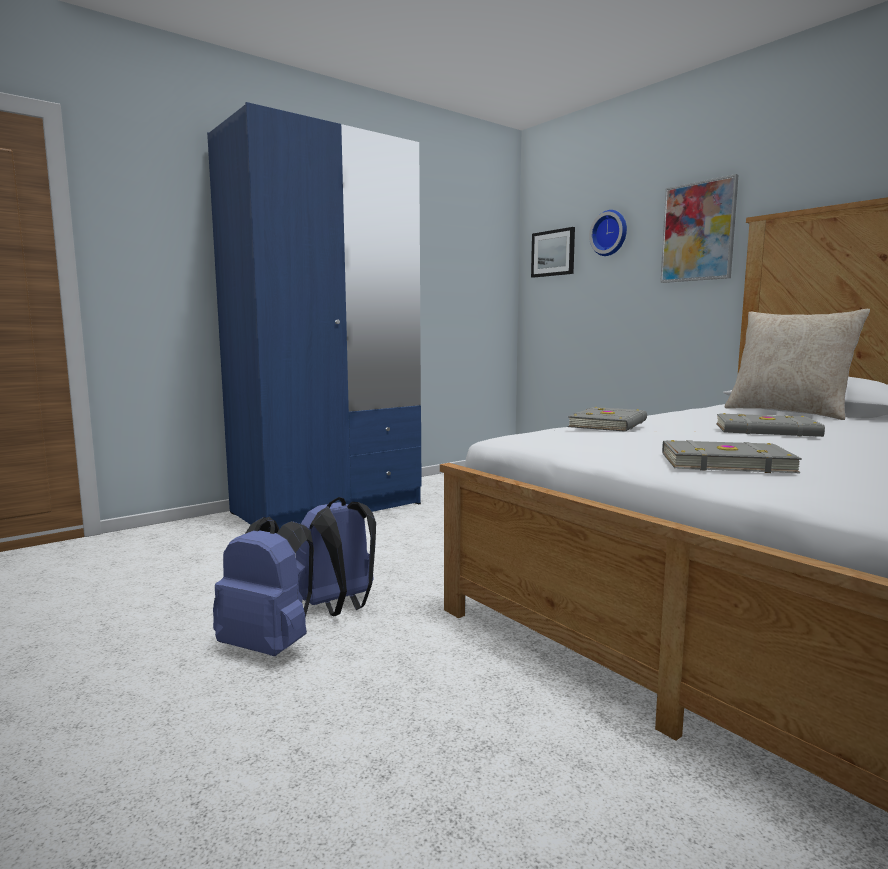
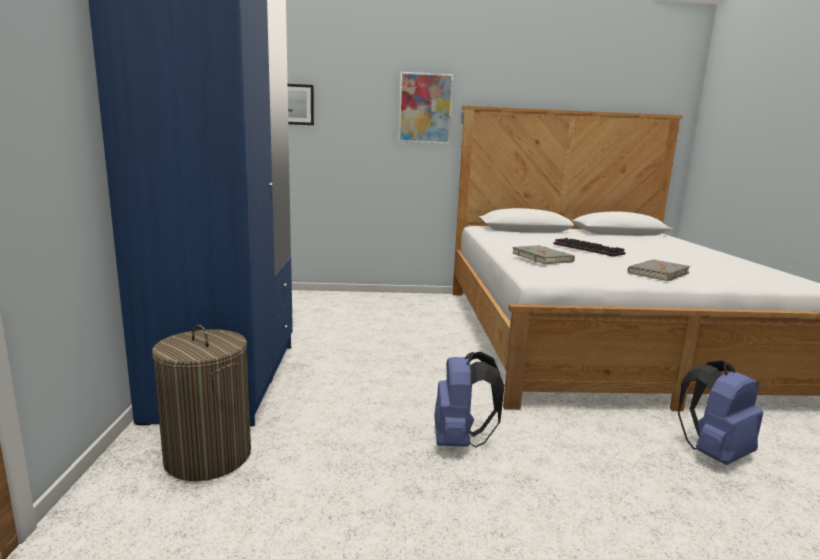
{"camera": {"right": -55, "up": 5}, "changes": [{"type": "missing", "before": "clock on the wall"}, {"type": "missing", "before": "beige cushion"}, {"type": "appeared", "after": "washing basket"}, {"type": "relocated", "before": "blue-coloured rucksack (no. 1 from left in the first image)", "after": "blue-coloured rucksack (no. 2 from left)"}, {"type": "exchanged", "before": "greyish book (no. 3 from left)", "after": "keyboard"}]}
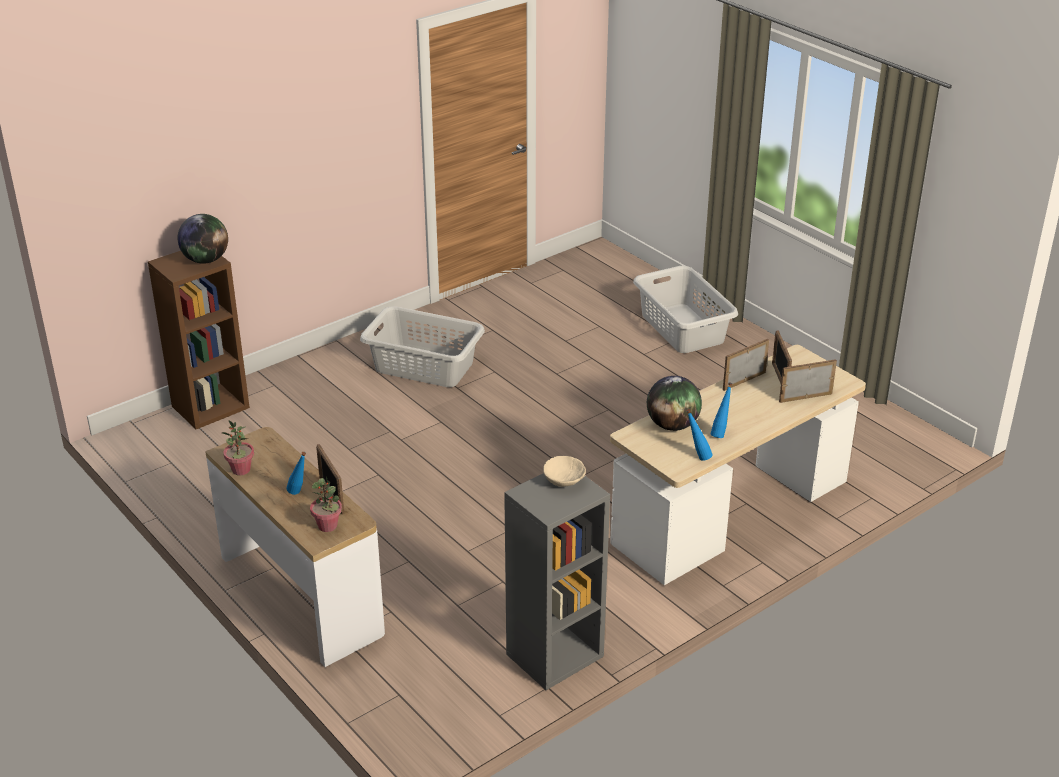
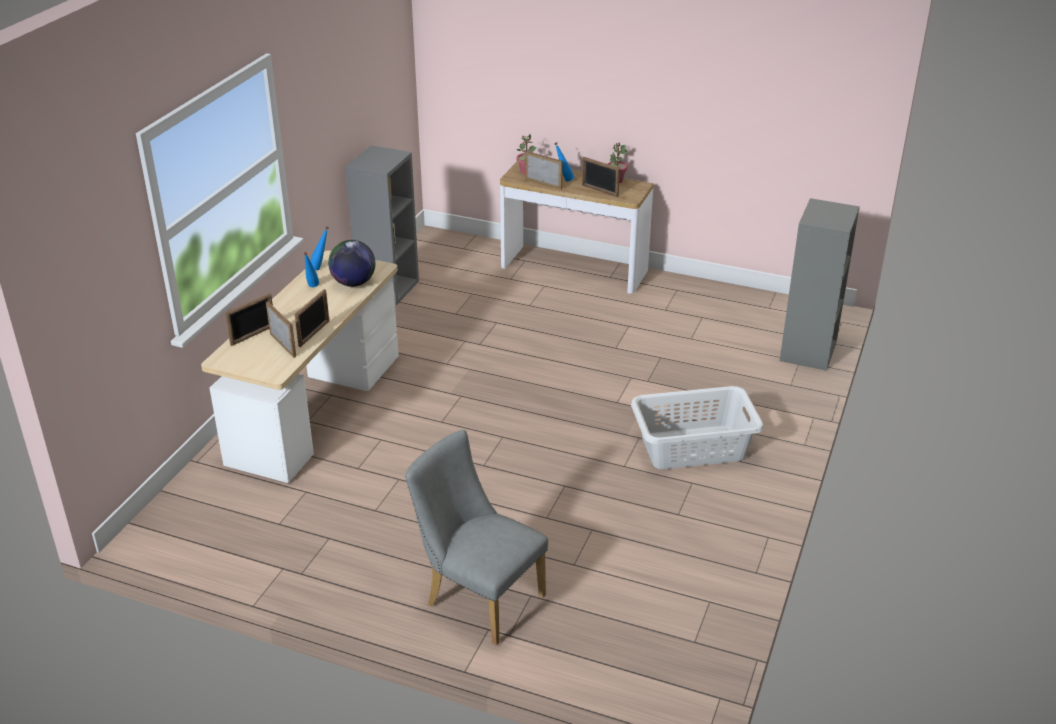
{"camera": {"right": 150, "up": 0}, "changes": [{"type": "missing", "before": "globe (no. 1 from left)"}, {"type": "missing", "before": "beige bowl"}, {"type": "appeared", "after": "standing frame (no. 5 from left)"}, {"type": "exchanged", "before": "greyish washing basket (no. 2 from left)", "after": "greyish upright chair"}, {"type": "colour", "before": "brownish bookshelf", "after": "greyish bookshelf (no. 2 from left)"}]}
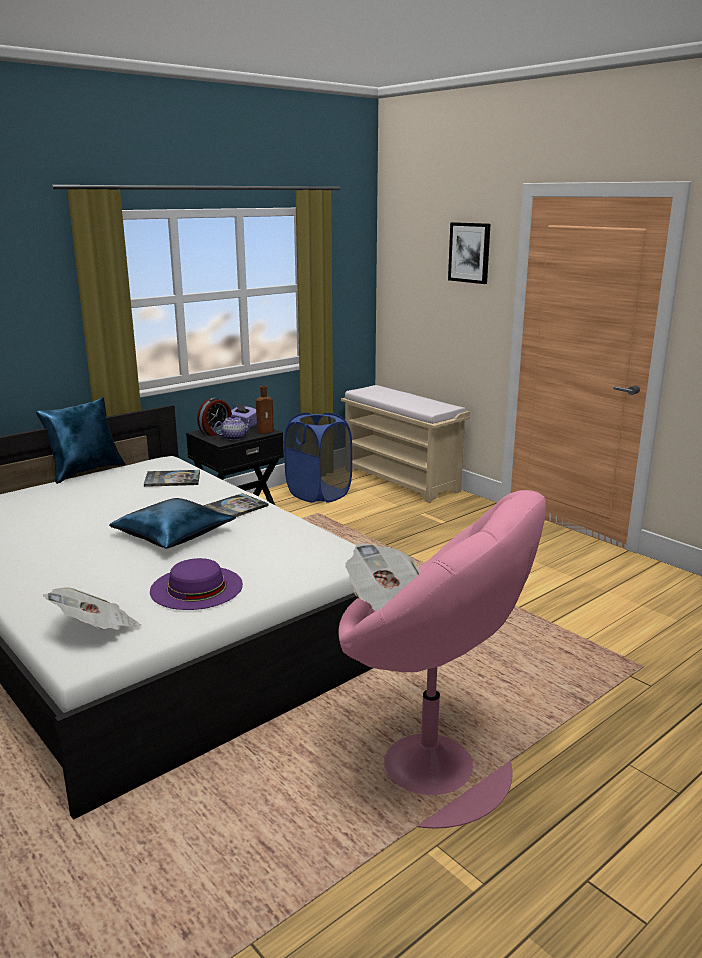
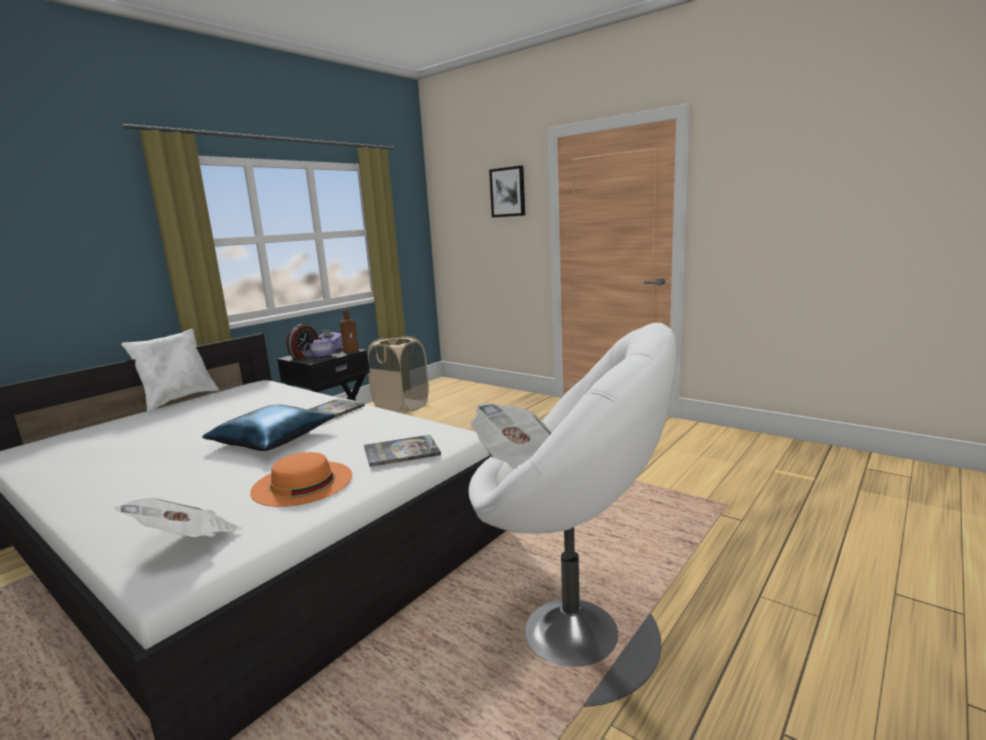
{"camera": {"right": -10, "up": -5}, "changes": [{"type": "missing", "before": "beige bench"}, {"type": "relocated", "before": "book (no. 1 from left in the first image)", "after": "book (no. 2 from left)"}, {"type": "colour", "before": "blue-coloured cushion (no. 1 from left)", "after": "white-coloured cushion"}, {"type": "colour", "before": "purplish wearable hat", "after": "orange wearable hat"}, {"type": "colour", "before": "blue-coloured washing basket", "after": "beige washing basket"}, {"type": "colour", "before": "pink-coloured armchair", "after": "white-coloured armchair"}]}
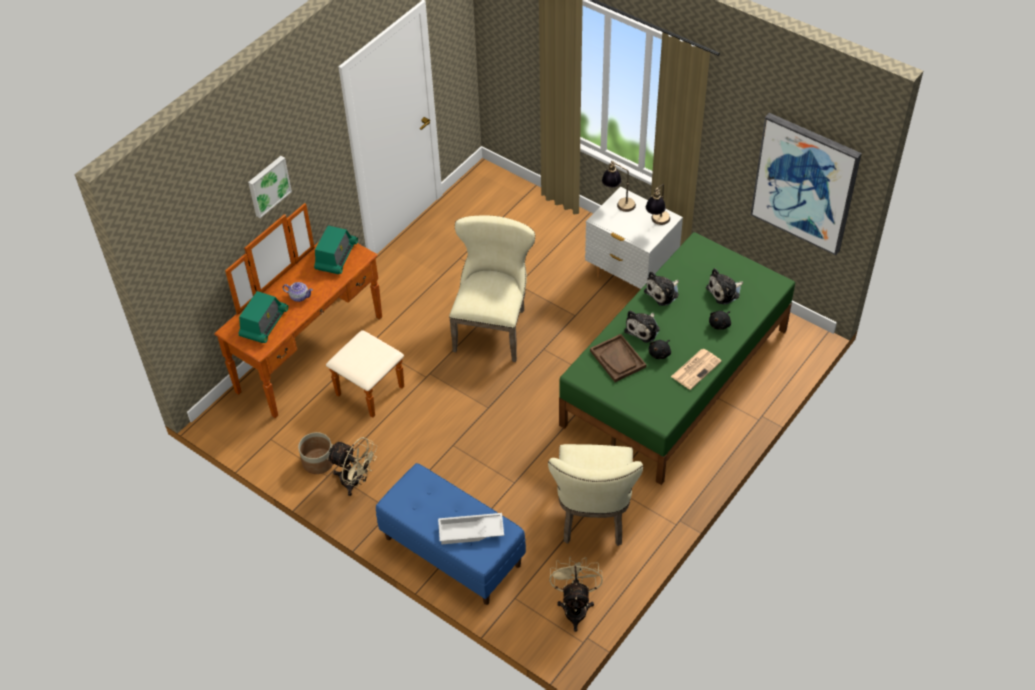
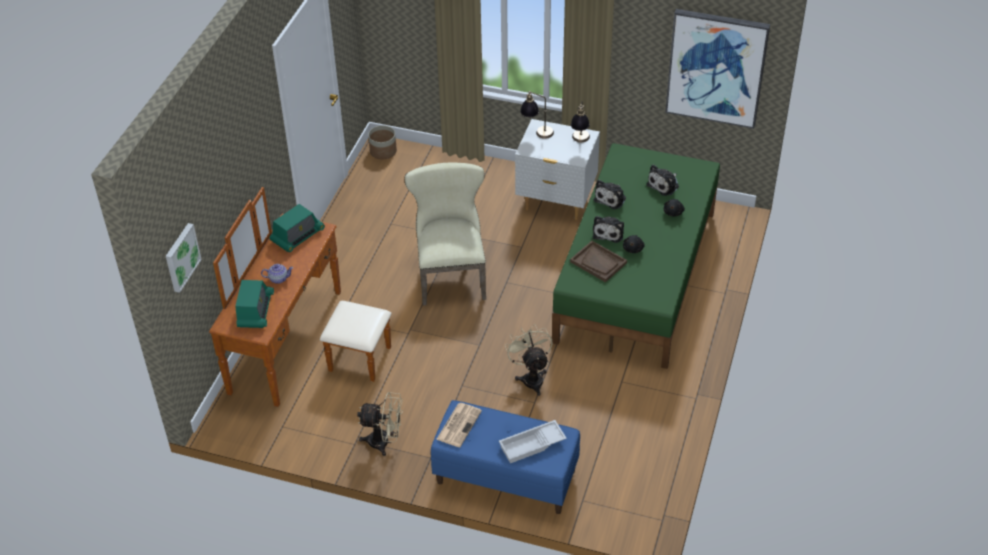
{"camera": {"right": -20, "up": -5}, "changes": [{"type": "missing", "before": "beige upright chair (no. 2 from left)"}, {"type": "relocated", "before": "picture (no. 1 from left)"}, {"type": "relocated", "before": "plant pot"}, {"type": "relocated", "before": "beige fan (no. 2 from left)"}, {"type": "relocated", "before": "daily paper"}, {"type": "spun", "before": "radio set (no. 2 from left)", "turn": 45}]}
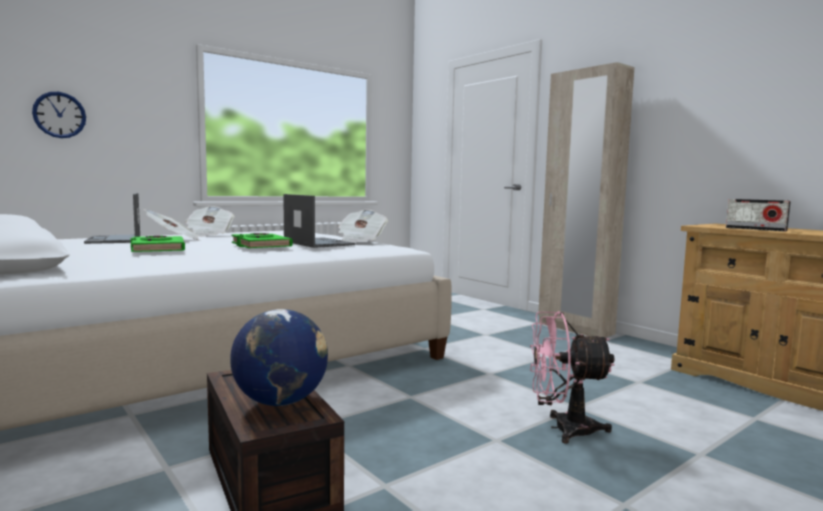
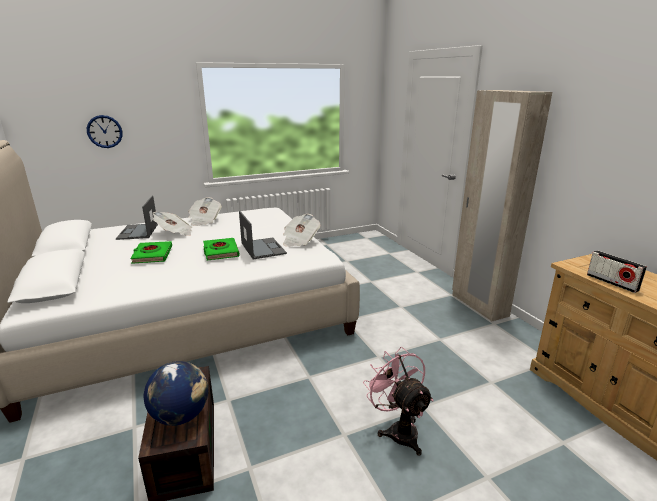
{"camera": {"right": 15, "up": 15}, "changes": [{"type": "spun", "before": "pink-coloured fan", "turn": 45}]}
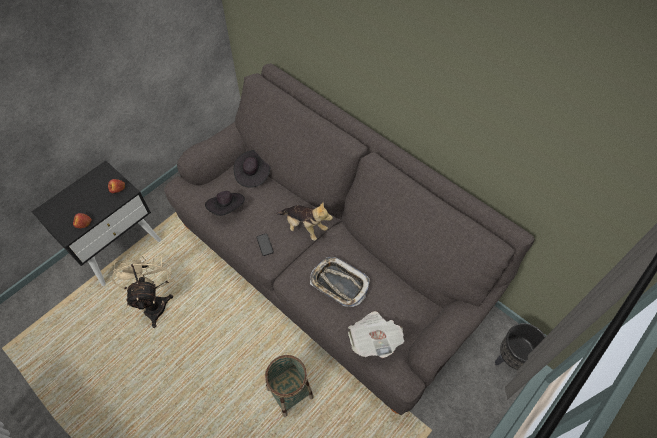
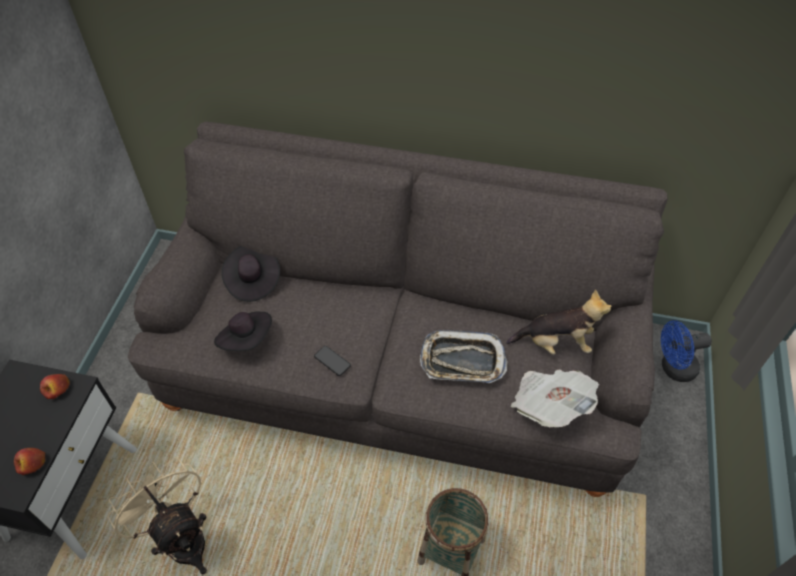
{"camera": {"right": -30, "up": -5}, "changes": [{"type": "relocated", "before": "soft toy"}, {"type": "exchanged", "before": "black-coloured plant pot", "after": "blue-coloured fan"}]}
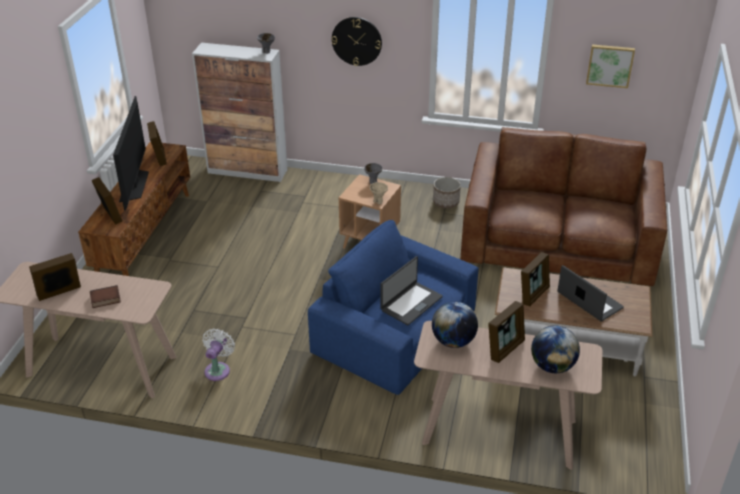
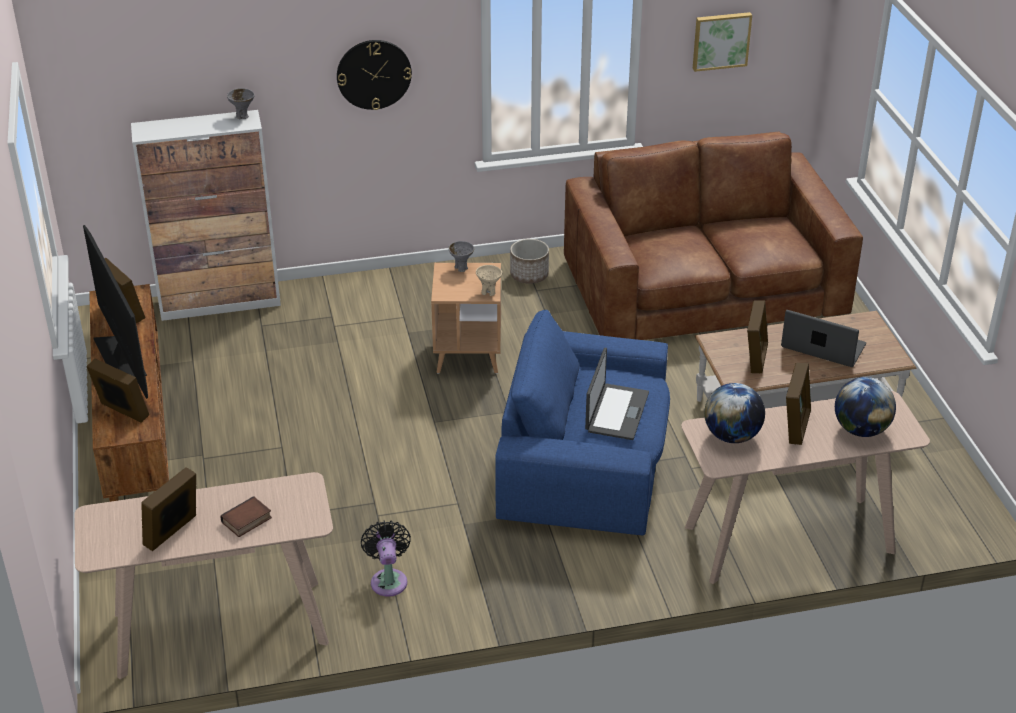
{"camera": {"right": -25, "up": 0}, "changes": [{"type": "colour", "before": "white-coloured fan", "after": "black-coloured fan"}]}
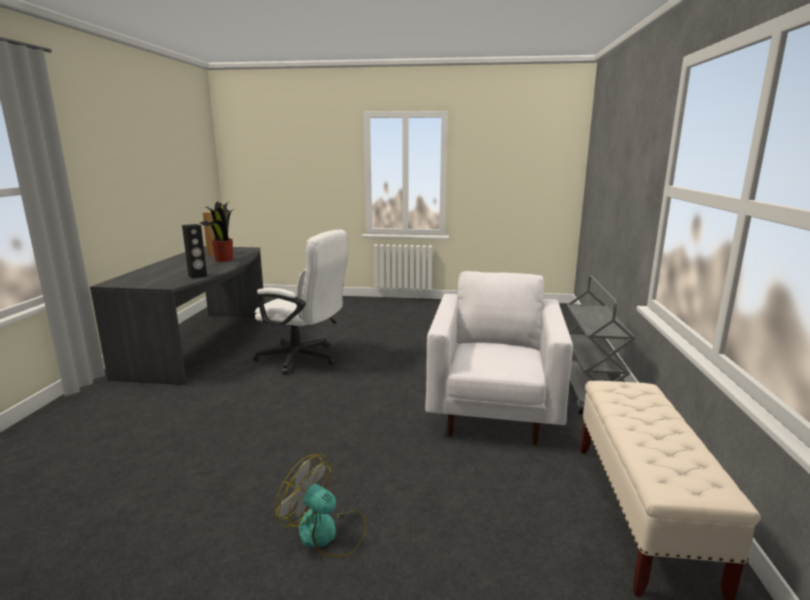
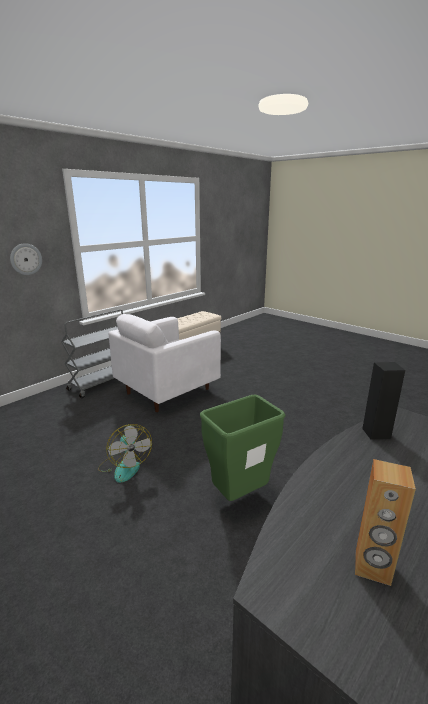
{"camera": {"right": -145, "up": 5}, "changes": [{"type": "missing", "before": "potted plant"}, {"type": "appeared", "after": "clock on the wall"}, {"type": "relocated", "before": "fan"}, {"type": "exchanged", "before": "white-coloured office chair", "after": "green waste bin"}]}
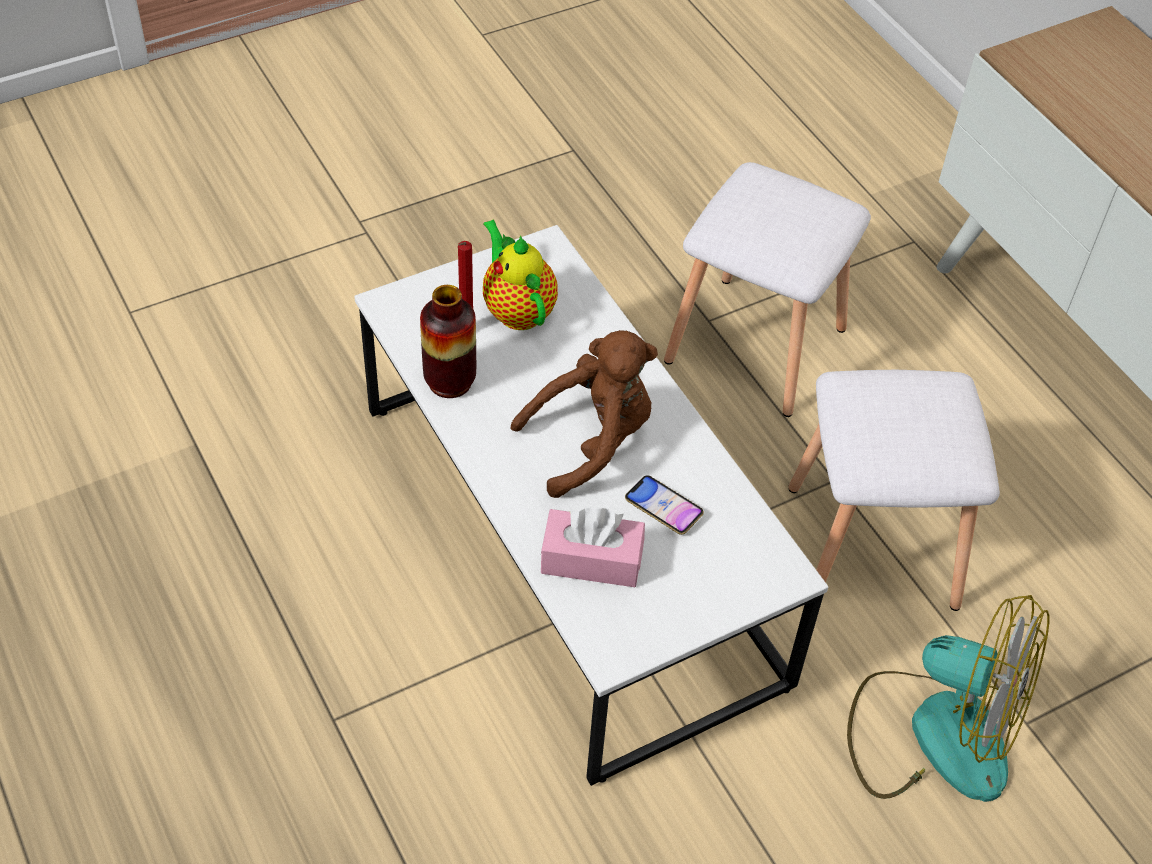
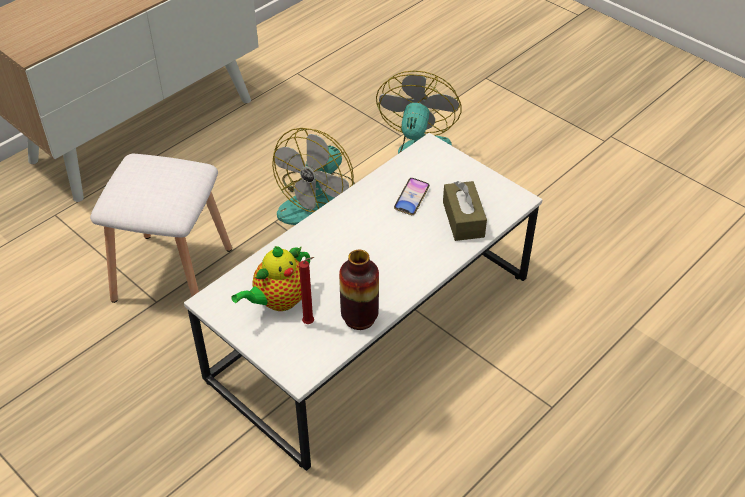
{"camera": {"right": -105, "up": -5}, "changes": [{"type": "missing", "before": "brownish soft toy"}, {"type": "exchanged", "before": "white-coloured stool seat (no. 2 from left)", "after": "fan (no. 1 from left)"}, {"type": "colour", "before": "pink-coloured tissue holder", "after": "brownish tissue holder"}]}
